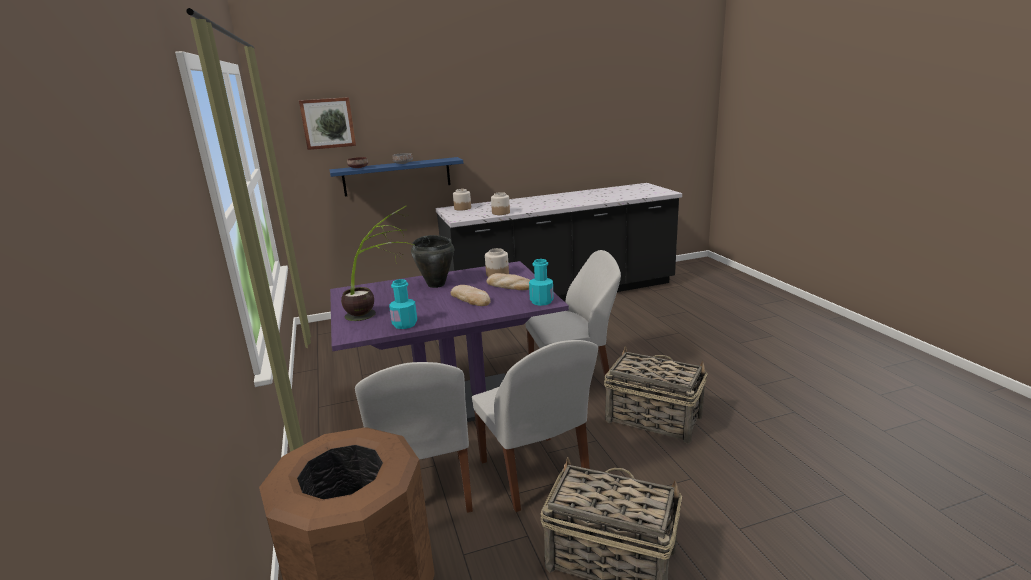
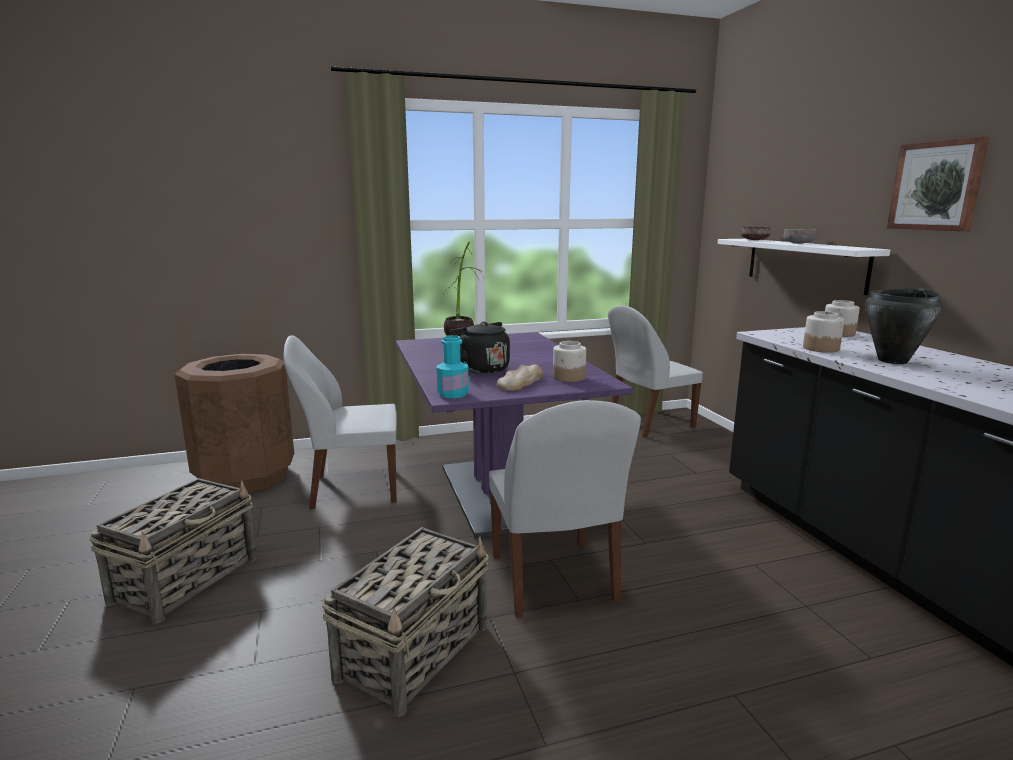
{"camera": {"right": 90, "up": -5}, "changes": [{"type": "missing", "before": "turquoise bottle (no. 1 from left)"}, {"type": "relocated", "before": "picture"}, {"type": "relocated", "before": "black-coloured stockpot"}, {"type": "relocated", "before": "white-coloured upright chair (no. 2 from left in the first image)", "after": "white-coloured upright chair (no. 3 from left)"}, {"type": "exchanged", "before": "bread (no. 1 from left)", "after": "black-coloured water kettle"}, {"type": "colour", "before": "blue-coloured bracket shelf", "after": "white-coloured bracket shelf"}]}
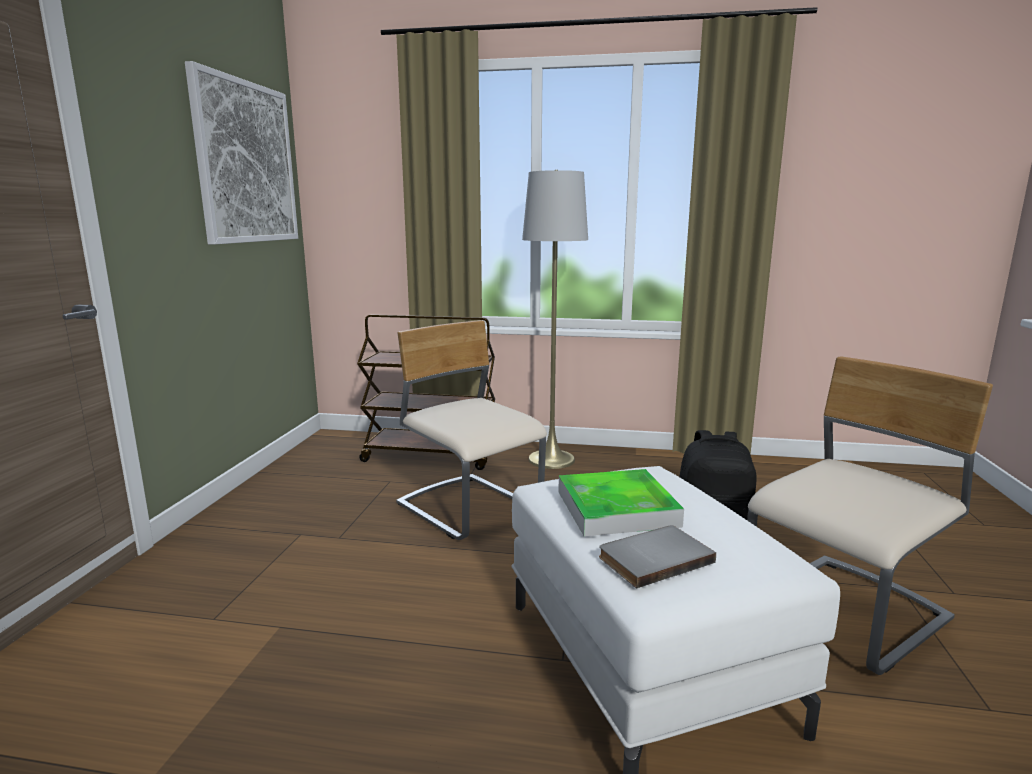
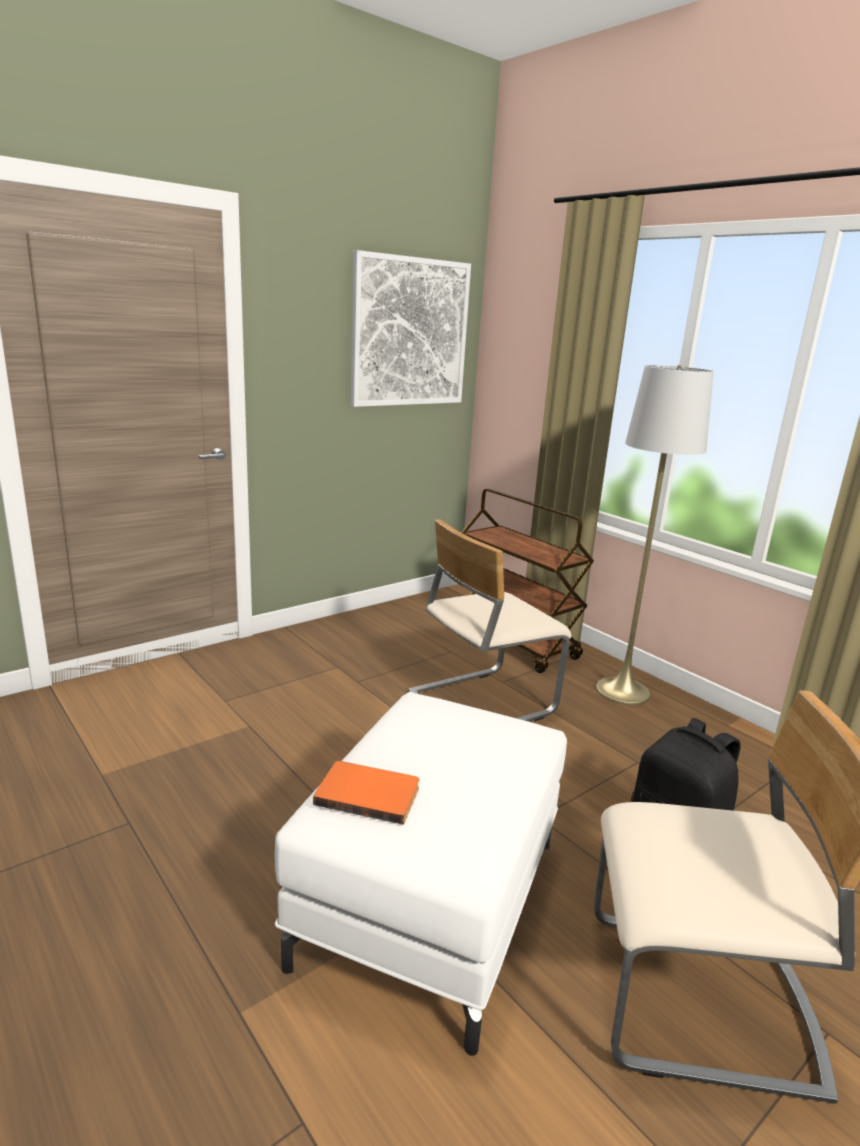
{"camera": {"right": 40, "up": 5}, "changes": [{"type": "missing", "before": "tray"}, {"type": "colour", "before": "greyish book", "after": "orange book"}, {"type": "spun", "before": "beige upright chair (no. 1 from left)", "turn": -120}]}
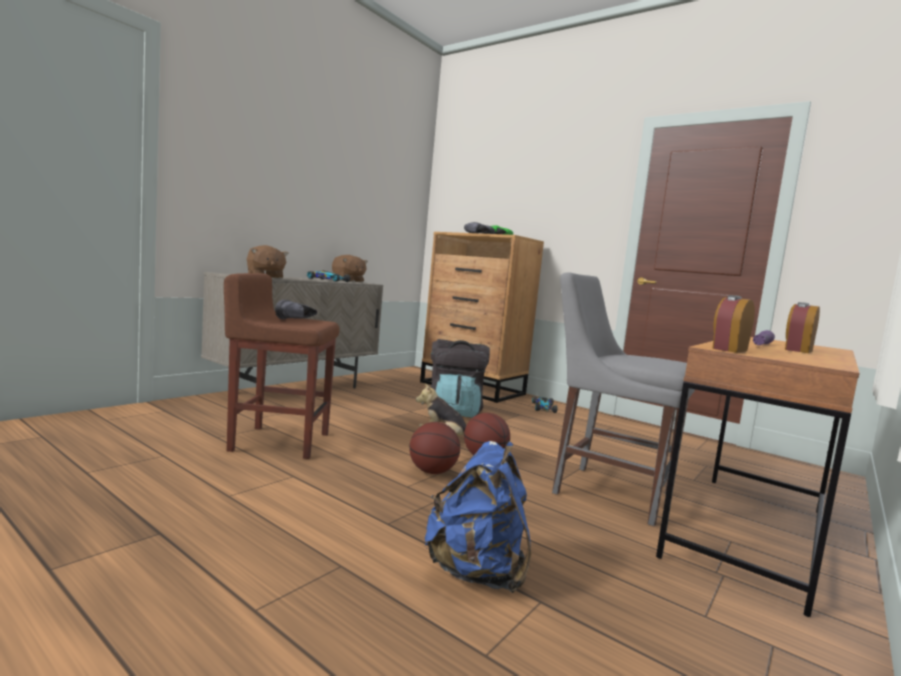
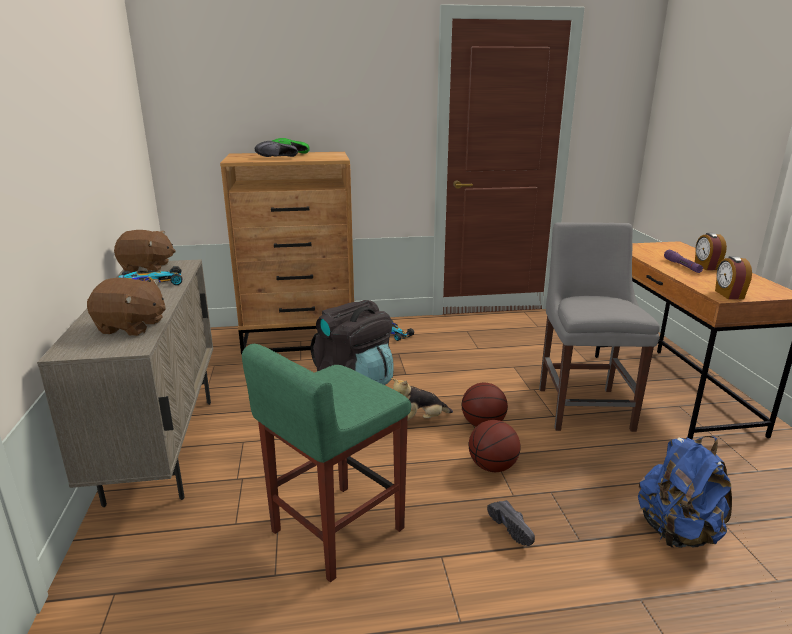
{"camera": {"right": -45, "up": 15}, "changes": [{"type": "relocated", "before": "black-coloured item of footwear (no. 1 from left in the first image)", "after": "black-coloured item of footwear (no. 2 from left)"}, {"type": "colour", "before": "brownish stool seat", "after": "green stool seat"}, {"type": "spun", "before": "greyish upright chair", "turn": 105}]}
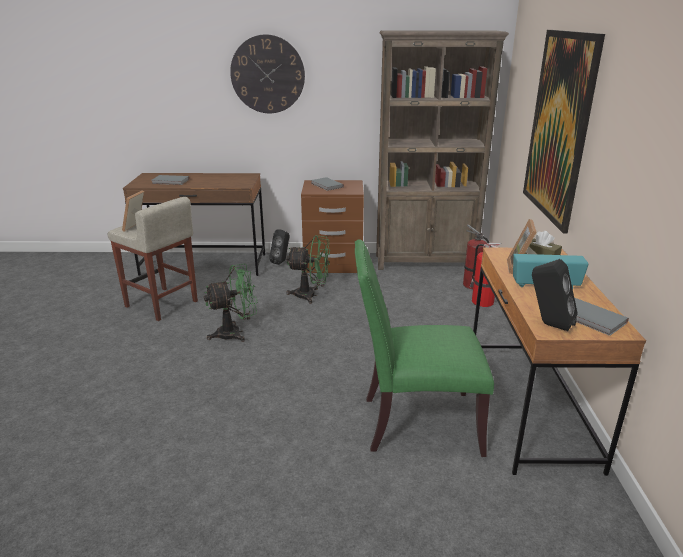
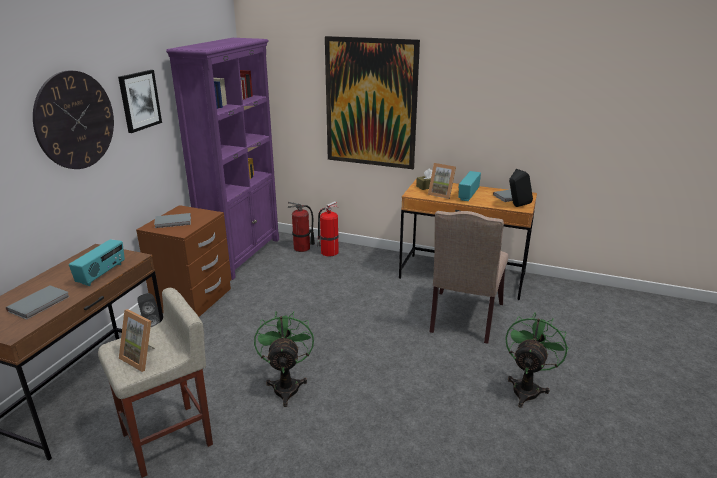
{"camera": {"right": -70, "up": 0}, "changes": [{"type": "appeared", "after": "radio set (no. 1 from left)"}, {"type": "appeared", "after": "picture (no. 1 from left)"}, {"type": "relocated", "before": "green fan (no. 2 from left)"}, {"type": "colour", "before": "green upright chair", "after": "beige upright chair"}, {"type": "colour", "before": "brownish bookshelf", "after": "purplish bookshelf"}]}
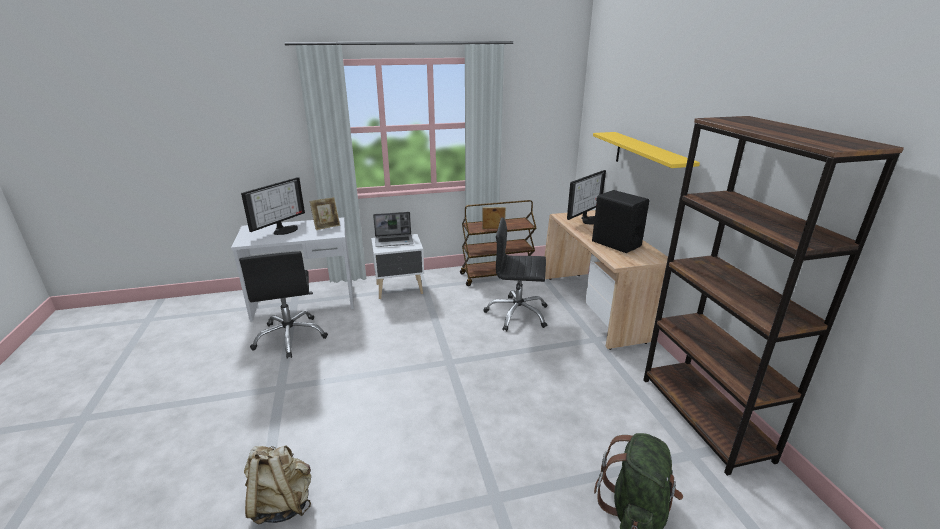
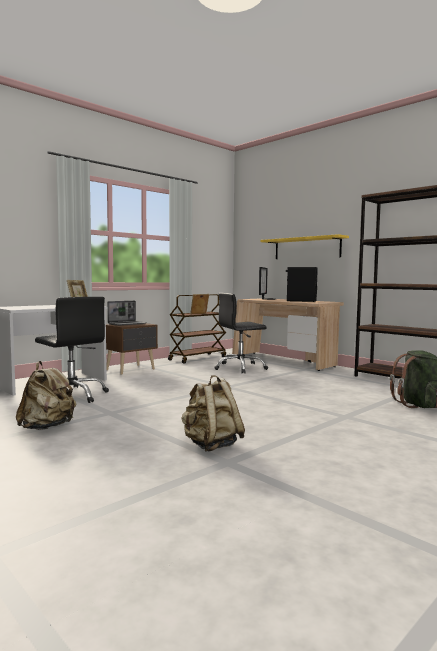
{"camera": {"right": -30, "up": -20}, "changes": [{"type": "missing", "before": "monitor (no. 1 from left)"}, {"type": "appeared", "after": "beige rucksack (no. 1 from left)"}, {"type": "colour", "before": "white-coloured bedside table", "after": "brownish bedside table"}]}
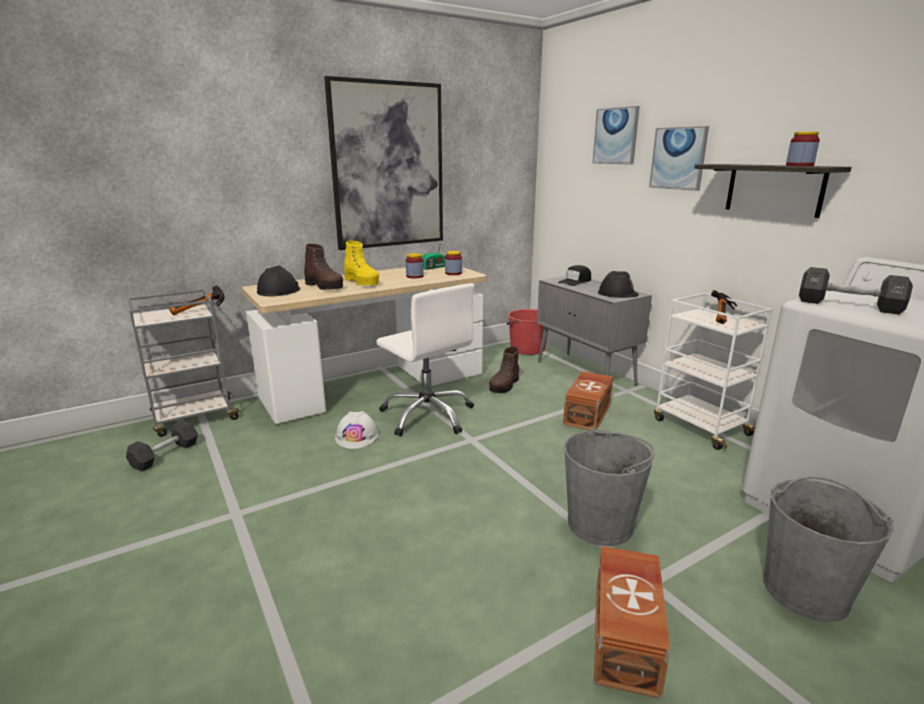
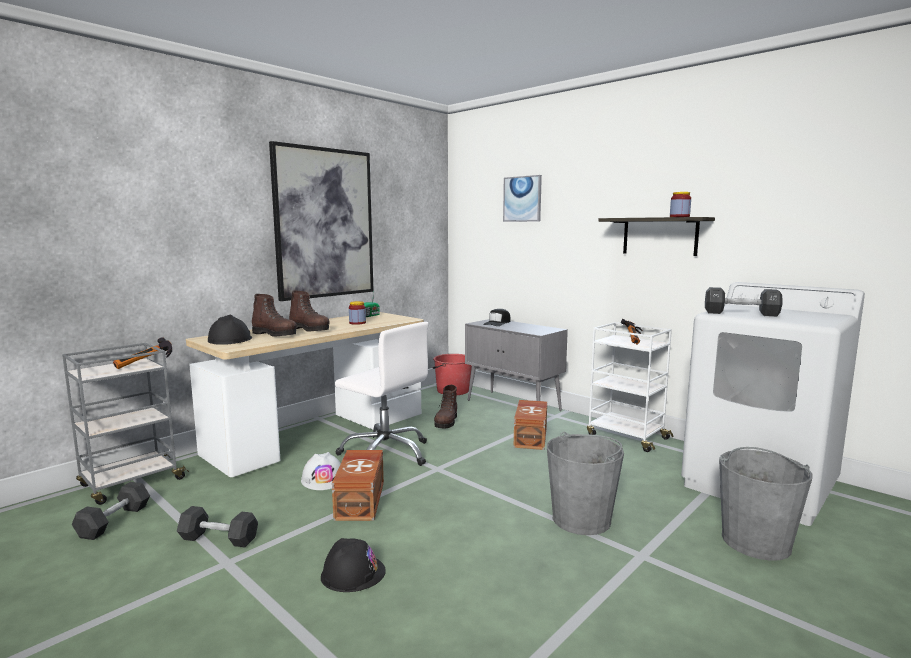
{"camera": {"right": -15, "up": -10}, "changes": [{"type": "missing", "before": "storage jar (no. 2 from left)"}, {"type": "missing", "before": "picture (no. 3 from left)"}, {"type": "appeared", "after": "black-coloured free weight (no. 2 from left)"}, {"type": "relocated", "before": "brownish storage container (no. 2 from left in the first image)", "after": "brownish storage container (no. 1 from left)"}, {"type": "relocated", "before": "black-coloured hard hat (no. 2 from left)"}, {"type": "colour", "before": "yellow-coloured boot", "after": "brownish boot (no. 2 from left)"}]}
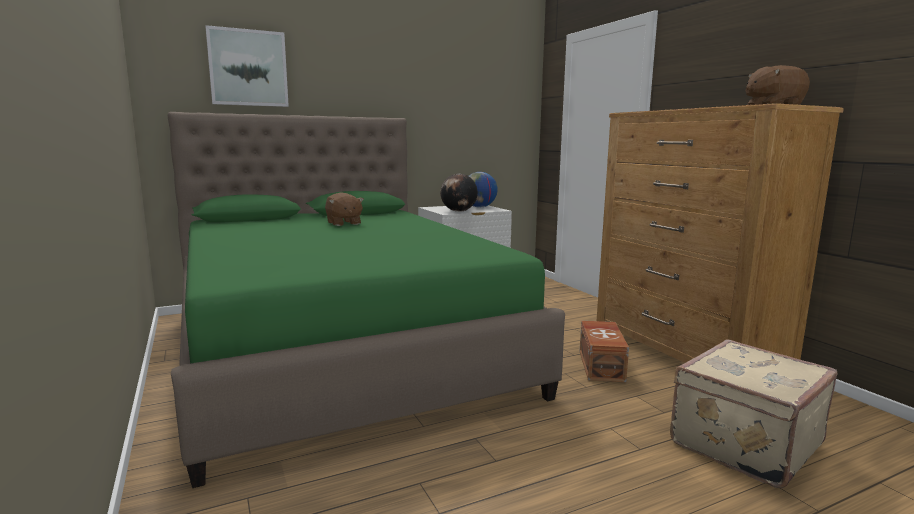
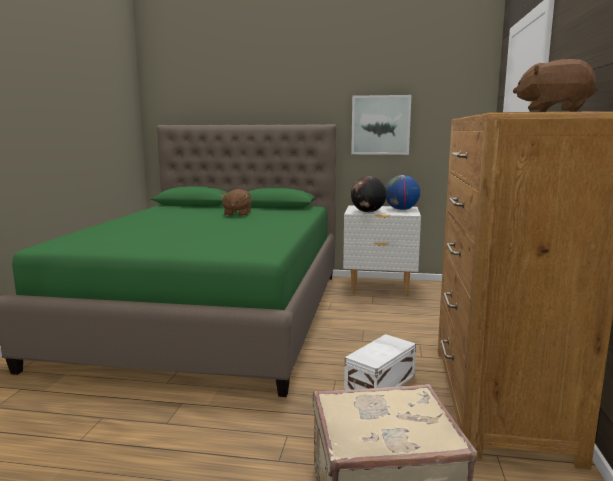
{"camera": {"right": 35, "up": 0}, "changes": [{"type": "relocated", "before": "picture"}, {"type": "colour", "before": "brownish storage container", "after": "white-coloured storage container"}]}
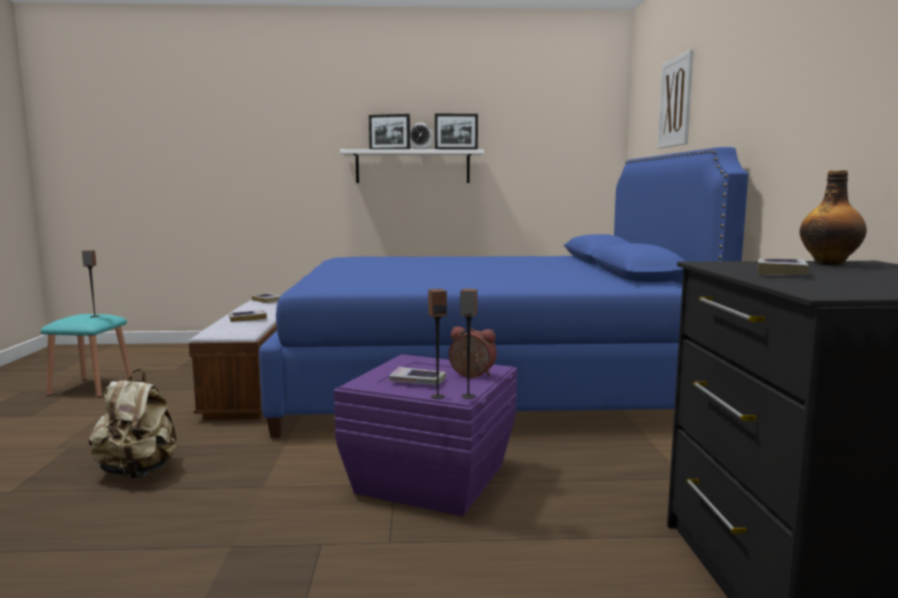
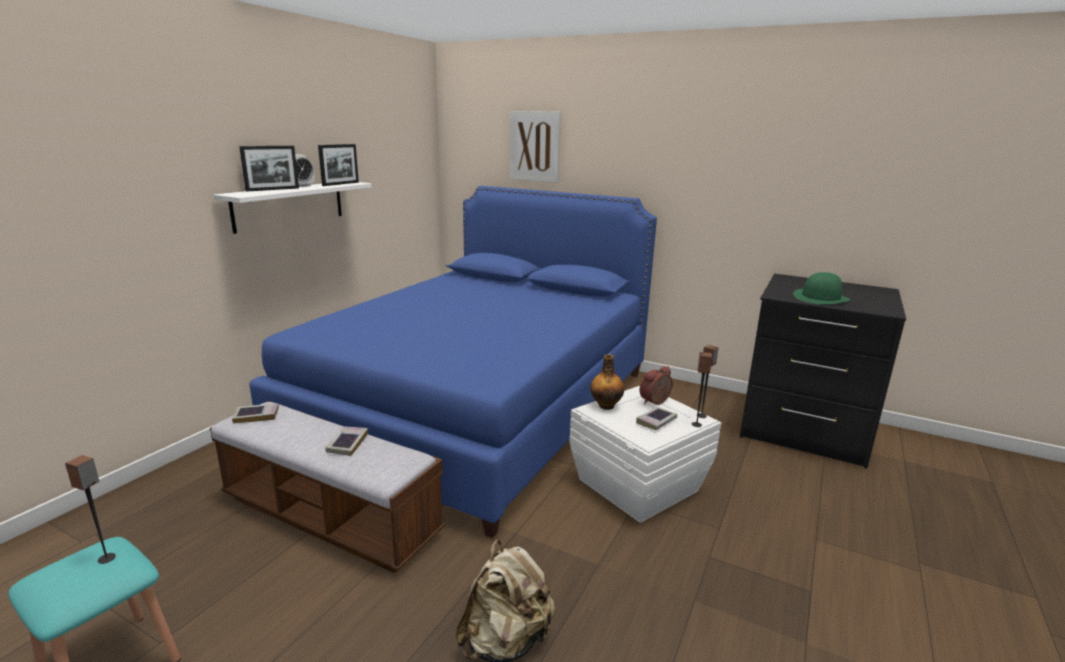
{"camera": {"right": -60, "up": 10}, "changes": [{"type": "relocated", "before": "bottle"}, {"type": "exchanged", "before": "book (no. 4 from left)", "after": "green wearable hat"}, {"type": "colour", "before": "purplish storage container", "after": "white-coloured storage container"}]}
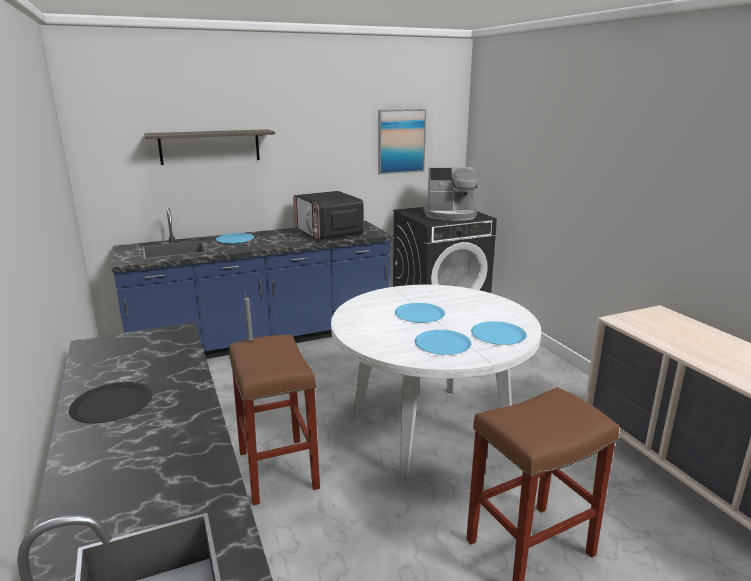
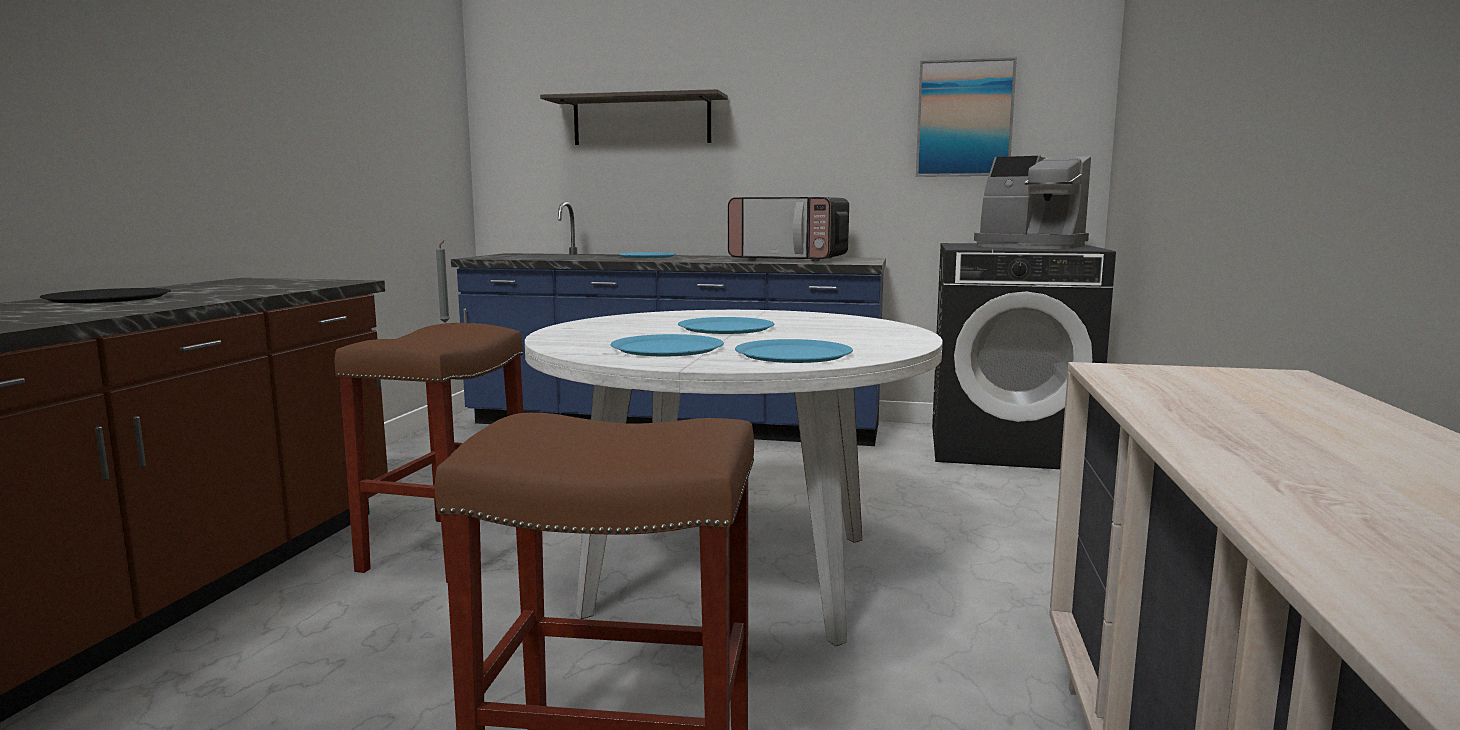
{"camera": {"right": 35, "up": -10}, "changes": [{"type": "spun", "before": "microwave", "turn": -75}]}
